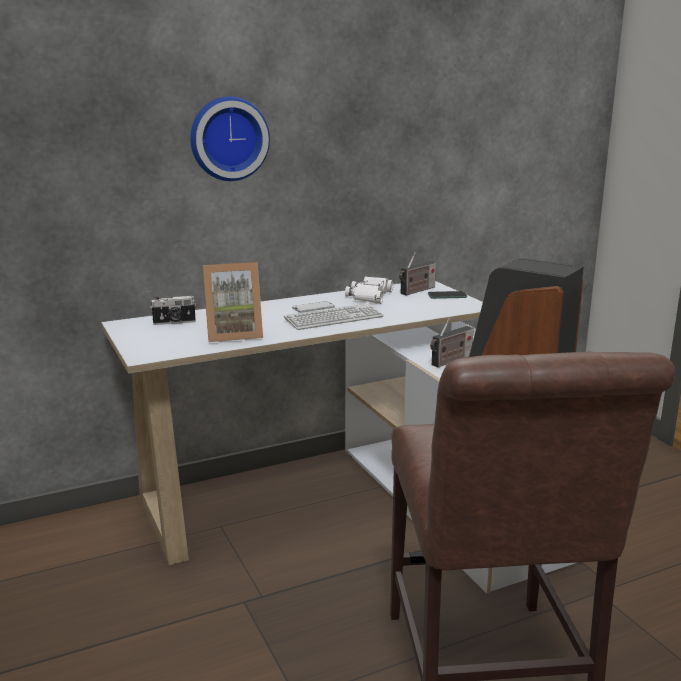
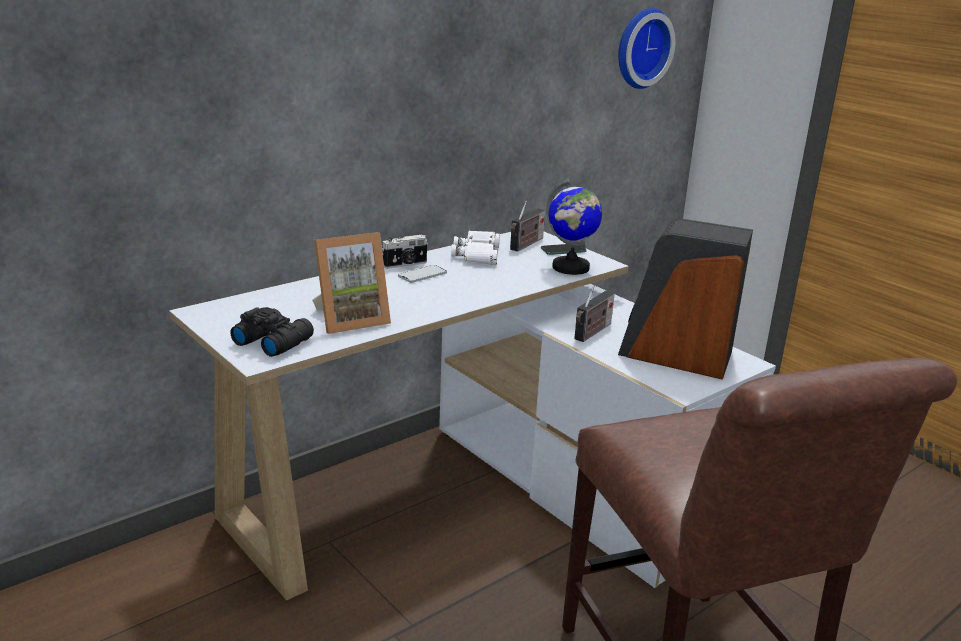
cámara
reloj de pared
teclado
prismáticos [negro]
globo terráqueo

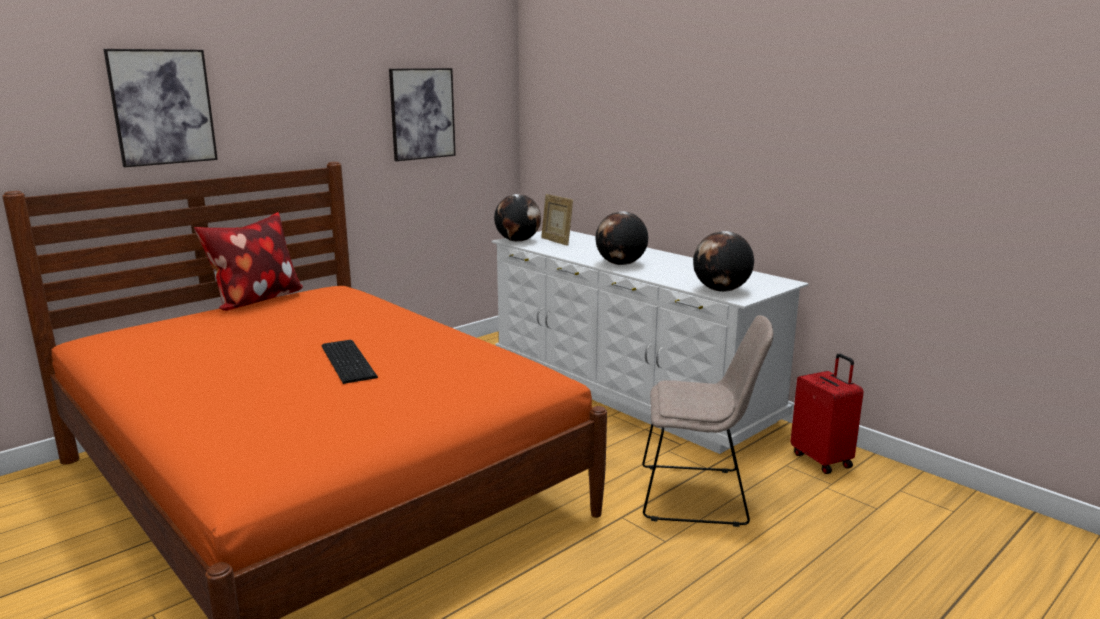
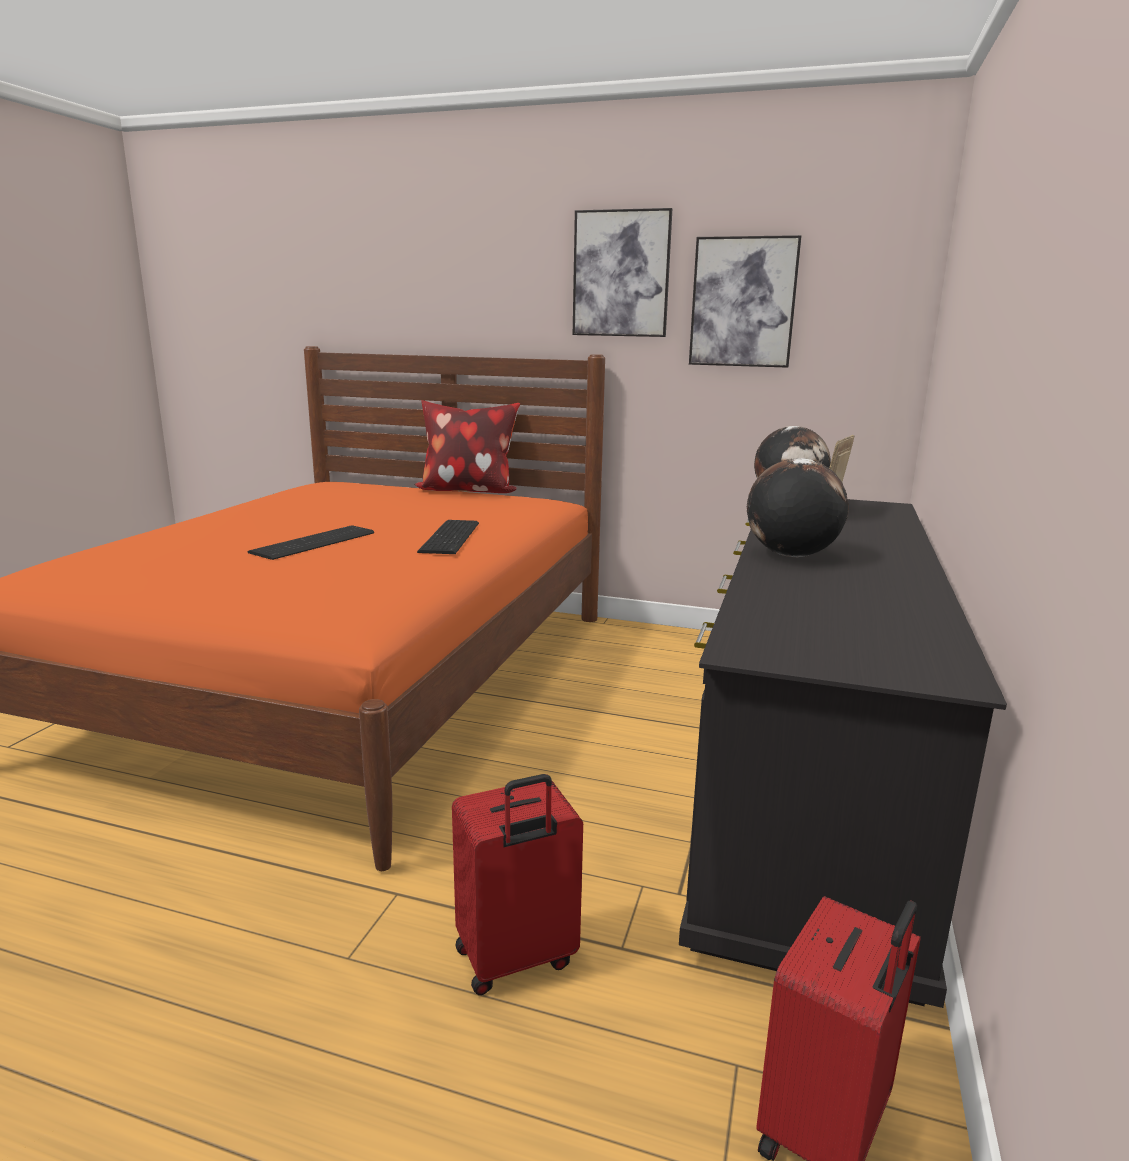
cuadro (no. 1 from left)
cómoda [negro]
maleta [rojo] (no. 1 from left)
globo terráqueo (no. 3 from left in the first image)
teclado (no. 2 from left)

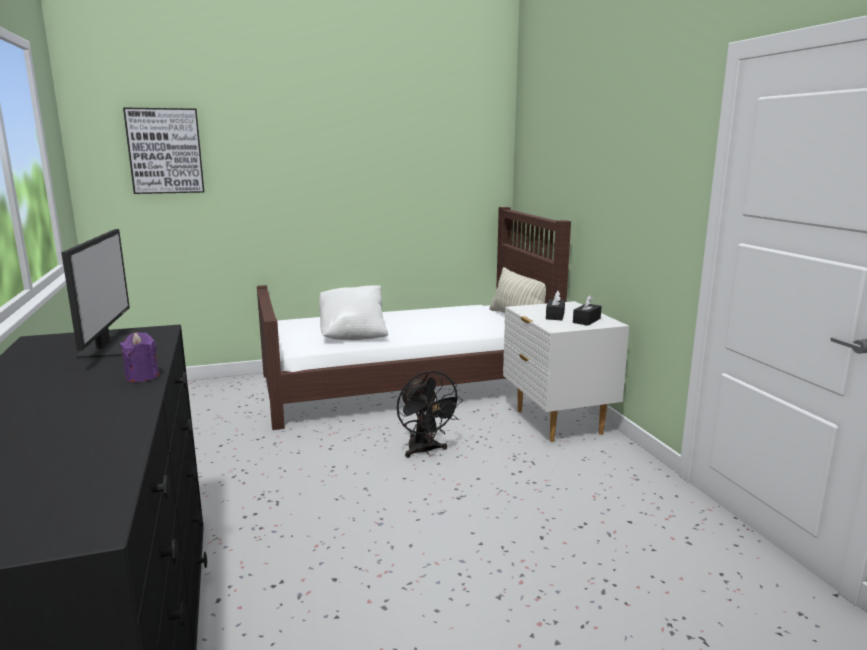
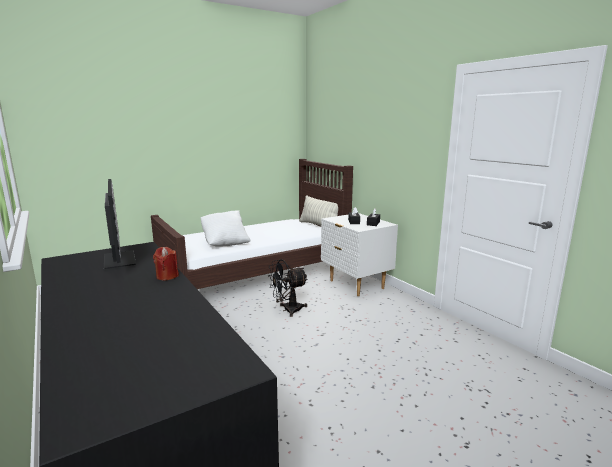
vela [rojo]
cuadro
ventilador [negro]

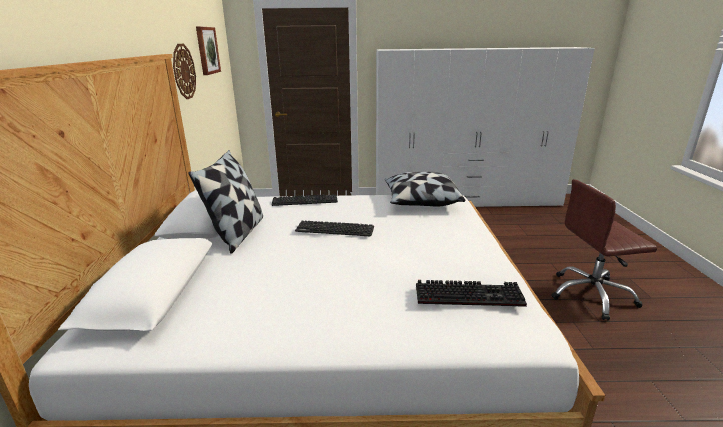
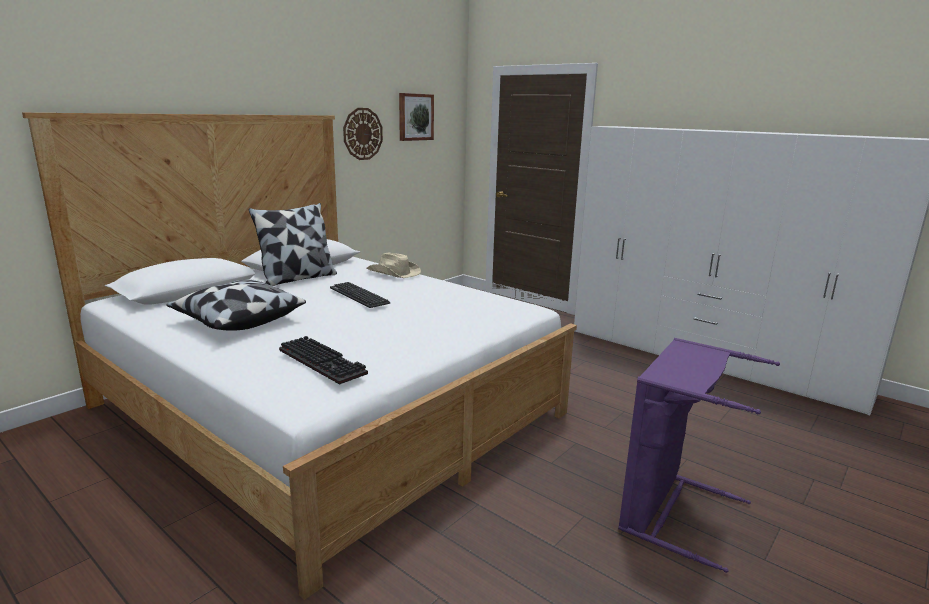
sombrero [beis]
cojín (no. 1 from left)
cesto de la ropa [morado]

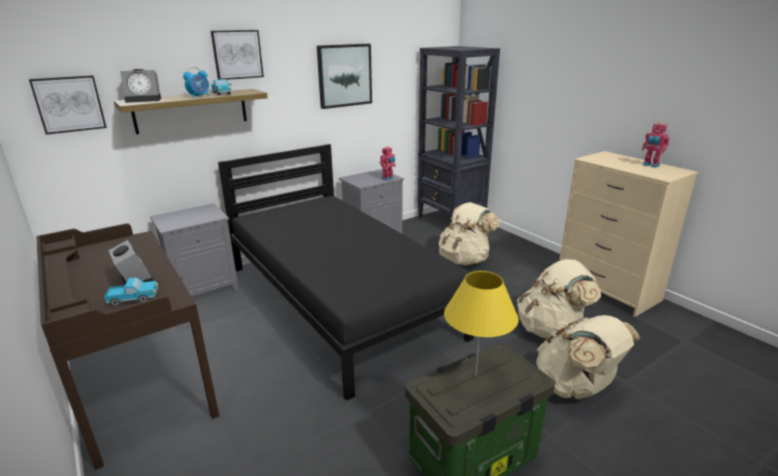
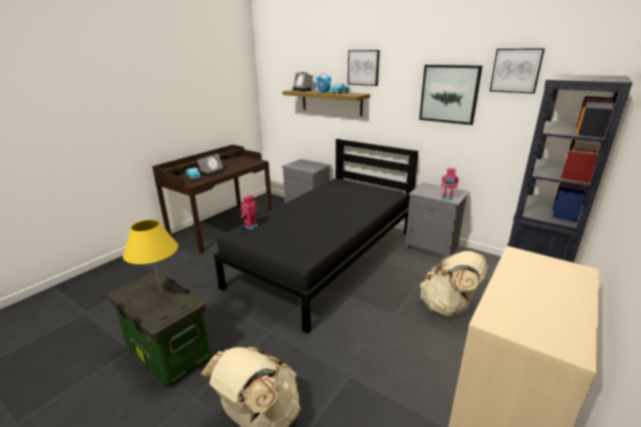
cuadro (no. 3 from left)
mochila [beis] (no. 2 from left in the first image)
robot de juguete (no. 1 from left)

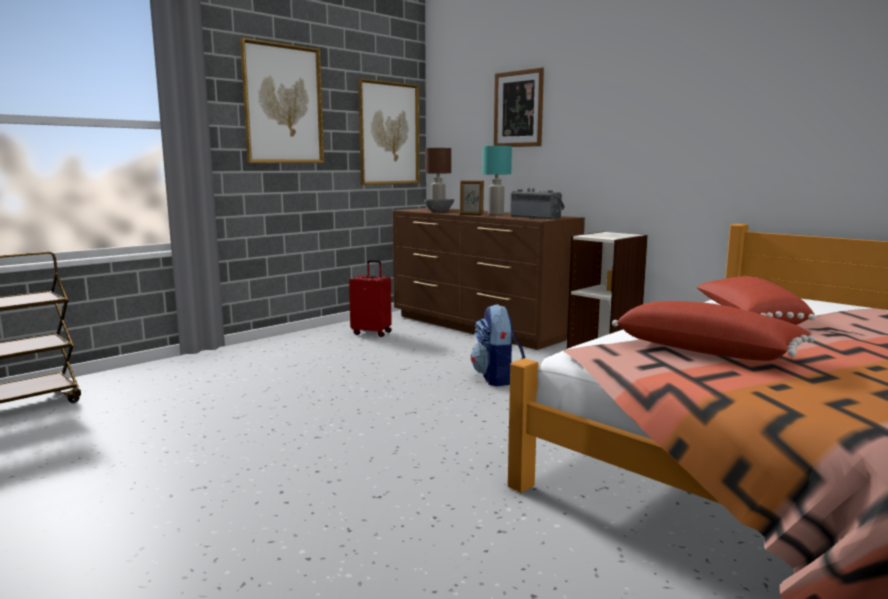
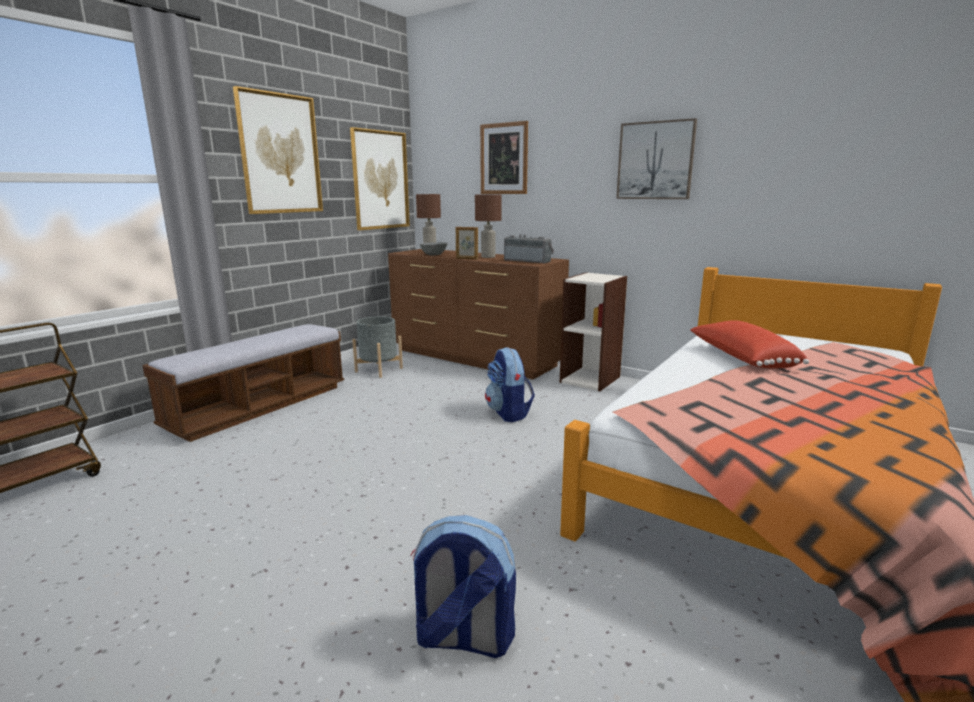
maceta [gris]
lámpara de mesa [marrón] (no. 2 from left)
cojín [rojo] (no. 1 from left in the first image)
banco
mochila (no. 1 from left)
cuadro (no. 4 from left)

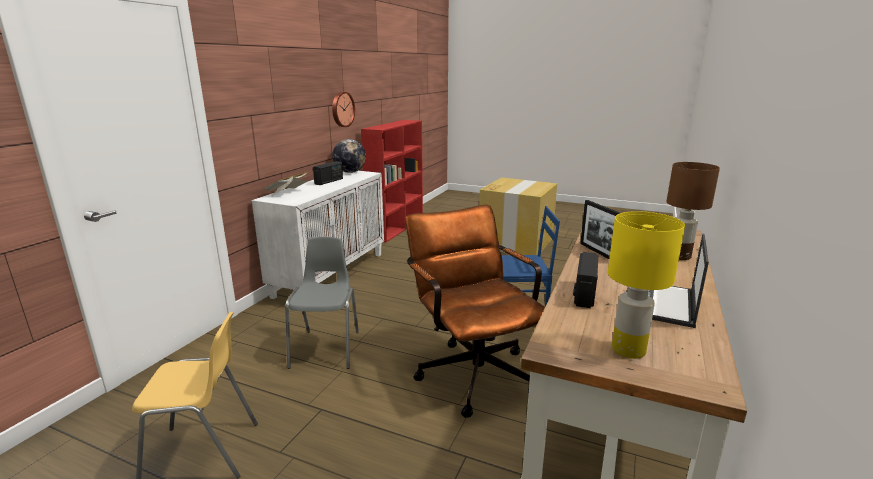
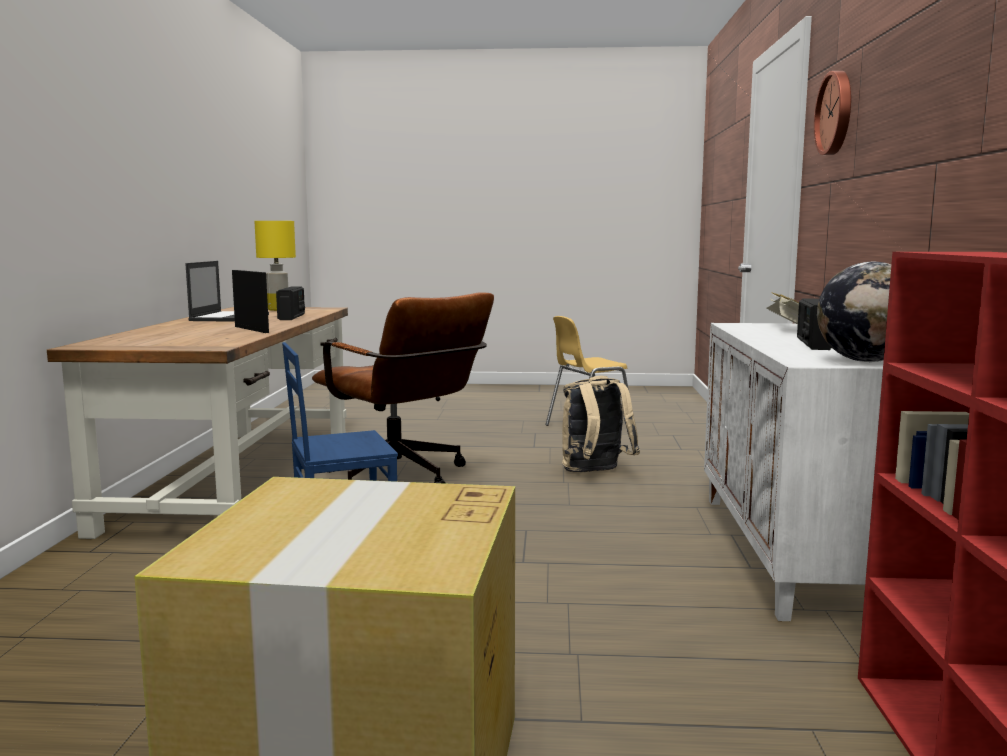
mochila [beis]
reloj de pared
lámpara de mesa [marrón]

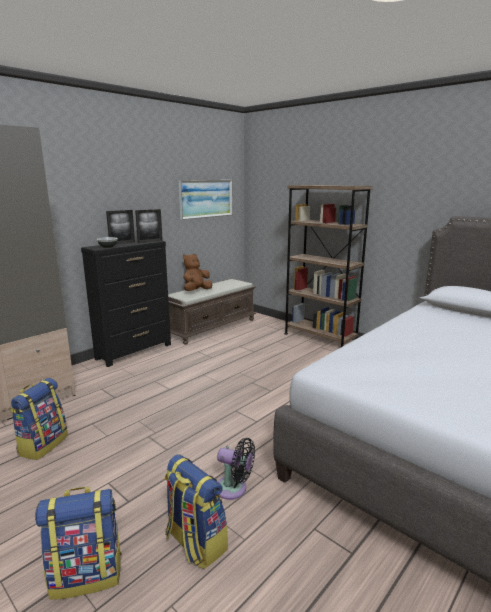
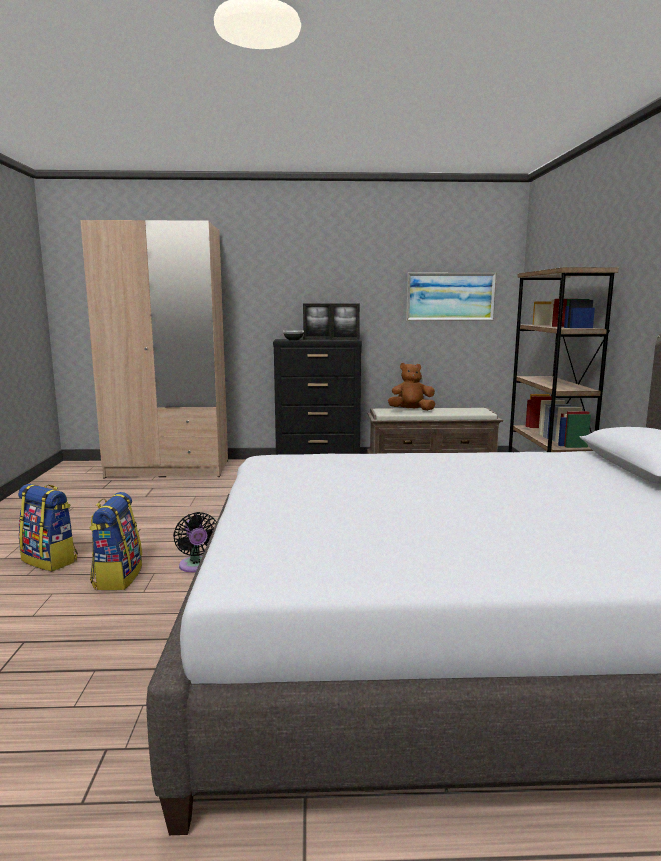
mochila (no. 1 from left in the first image)

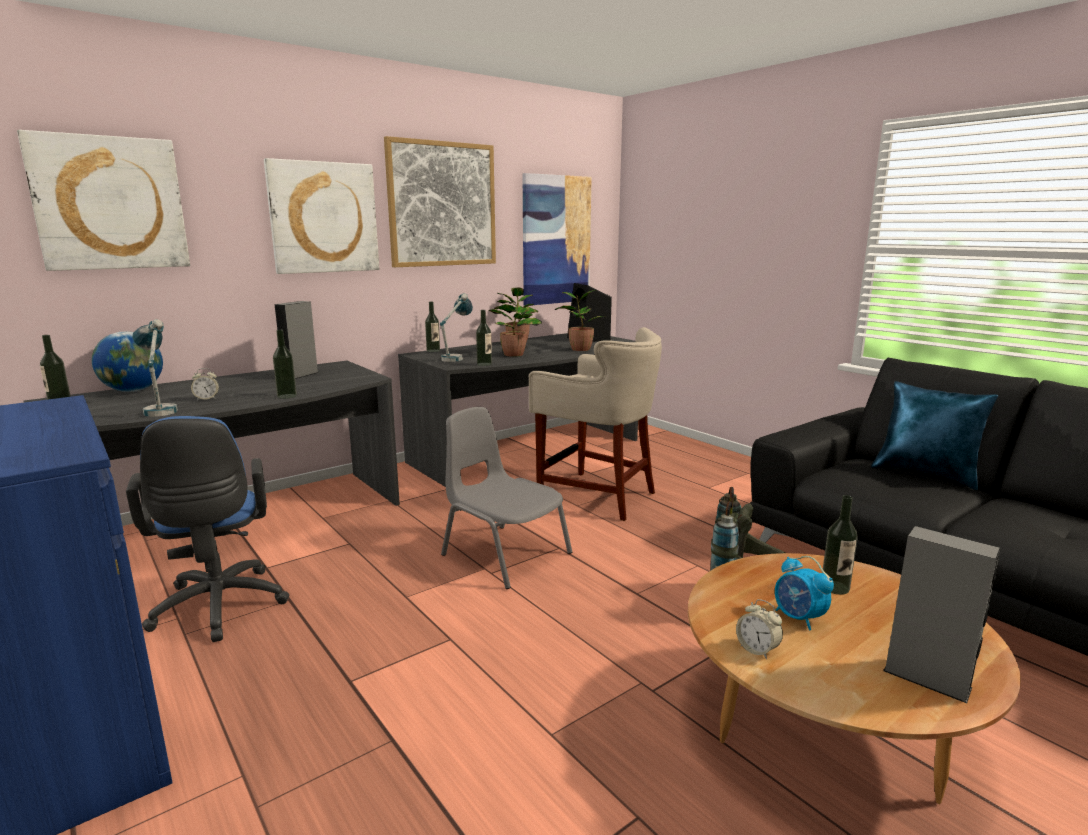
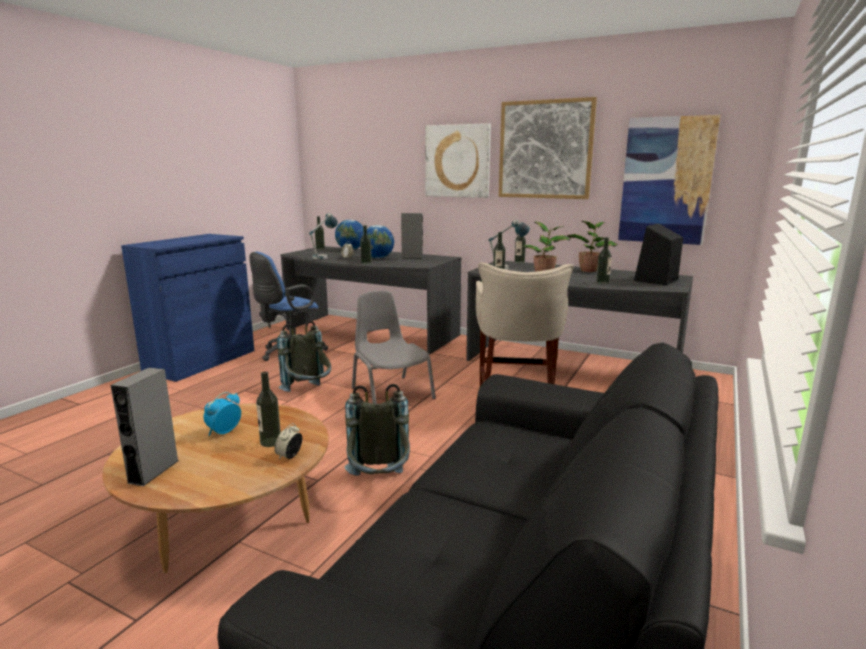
cuadro (no. 1 from left in the first image)
silla [gris]
botella (no. 6 from left)
despertador (no. 2 from left)
cojín [azul]
mochila [gris] (no. 1 from left)
globo terráqueo (no. 2 from left)

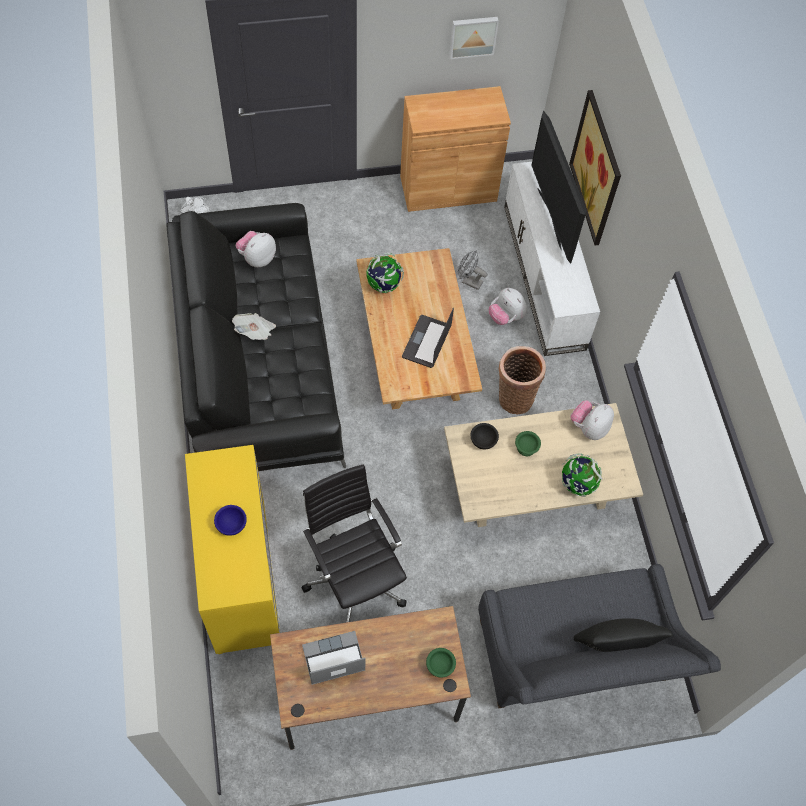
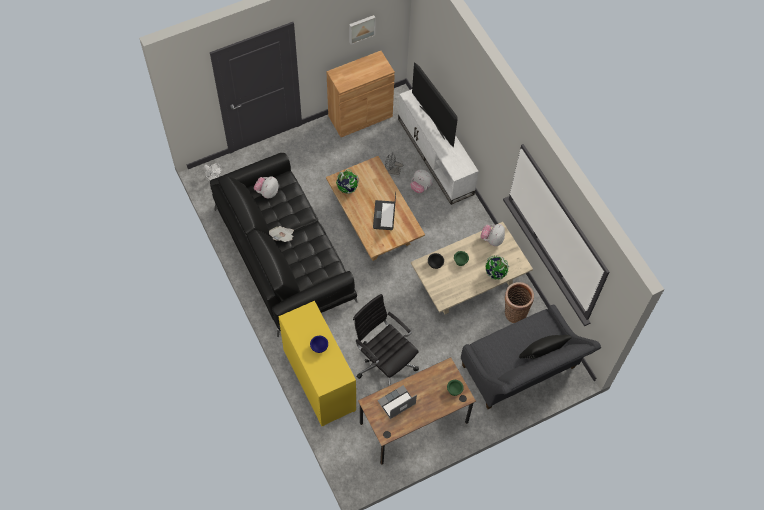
cesta
cuadro (no. 2 from left in the first image)

